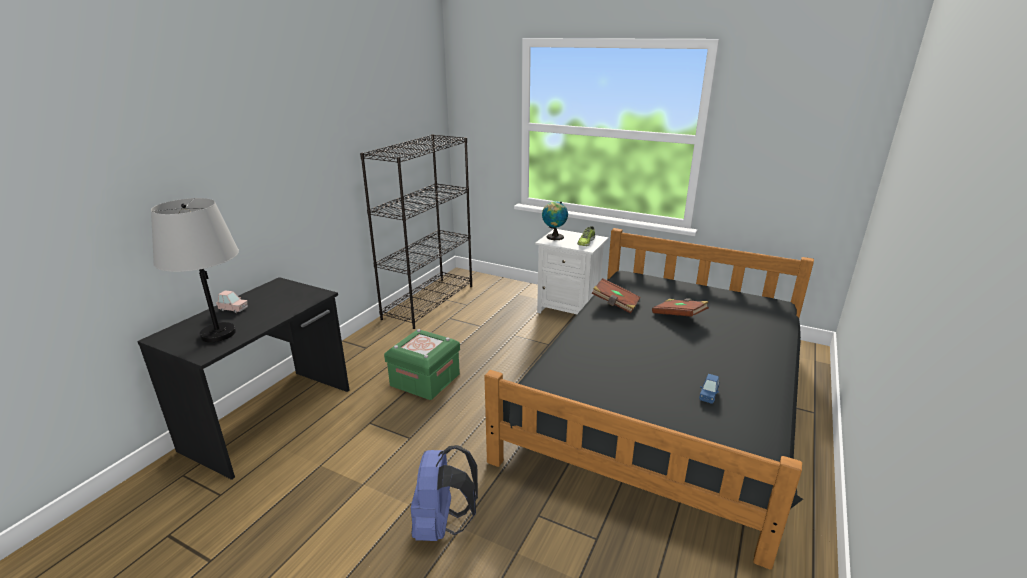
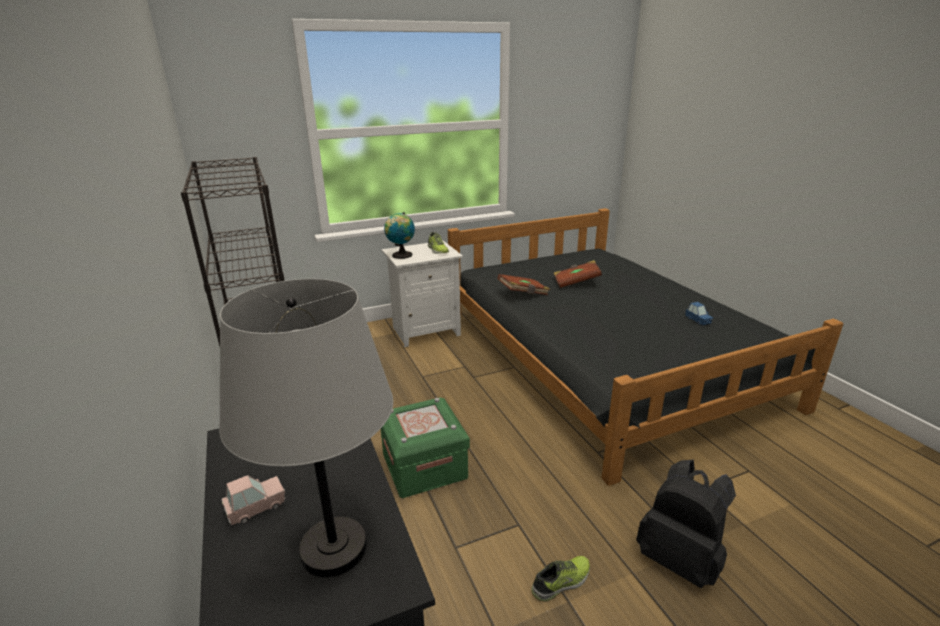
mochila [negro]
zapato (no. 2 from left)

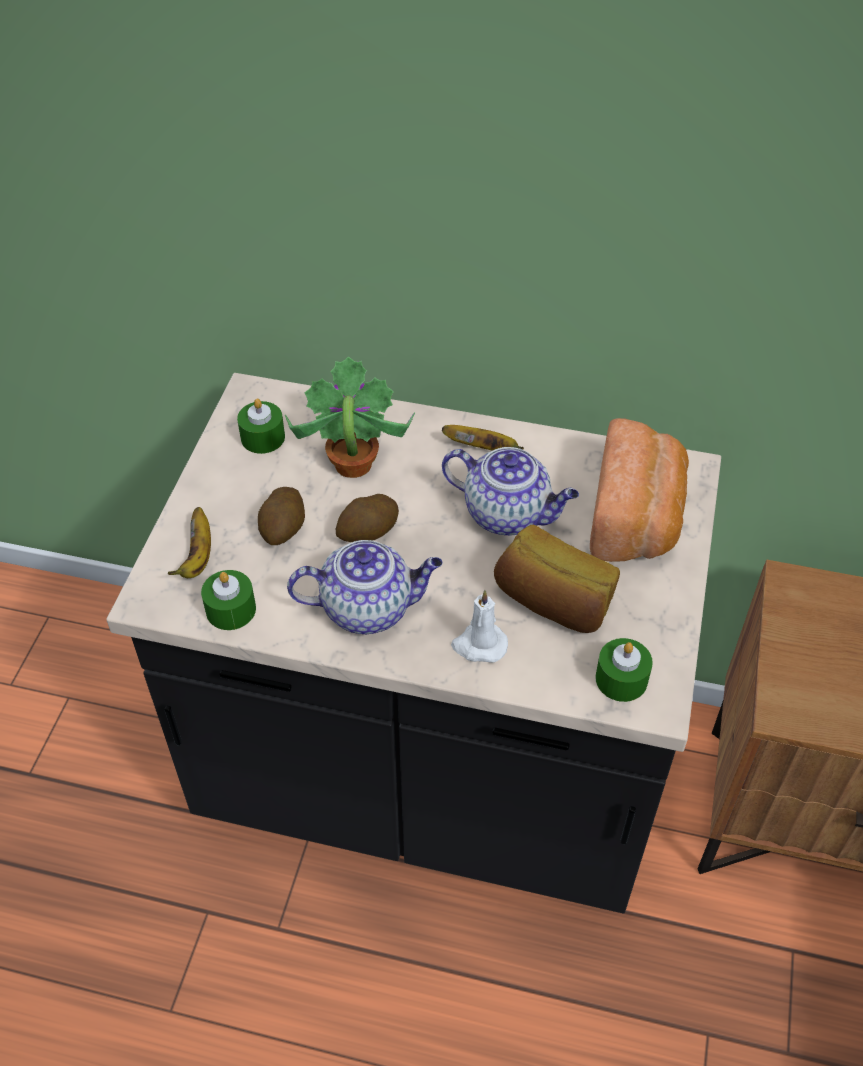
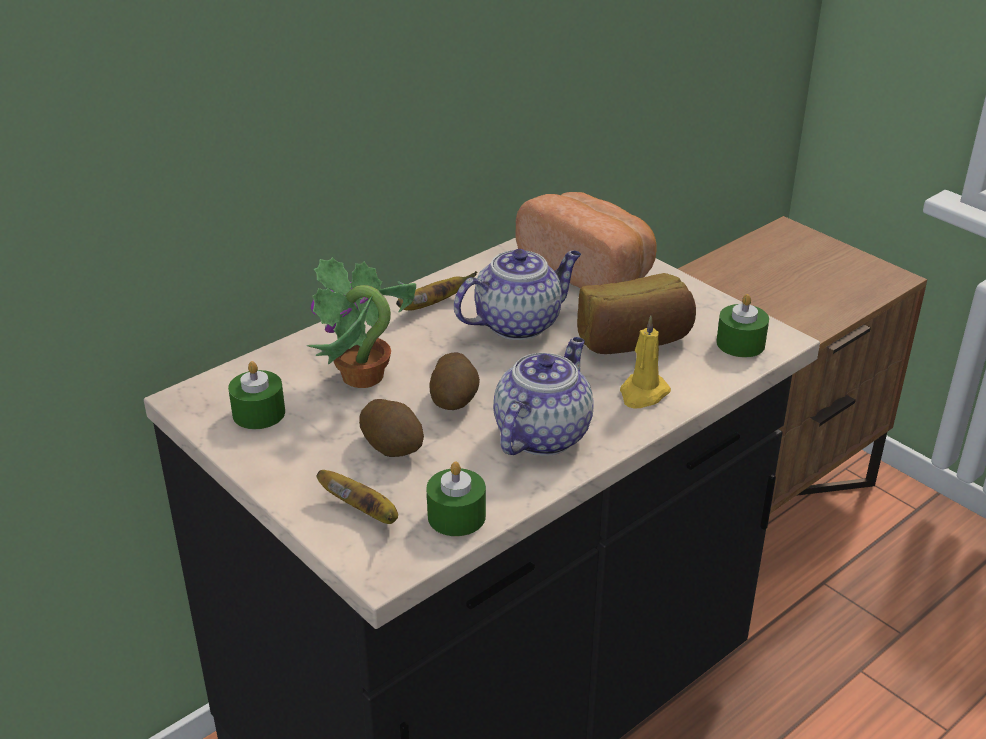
vela [amarillo]

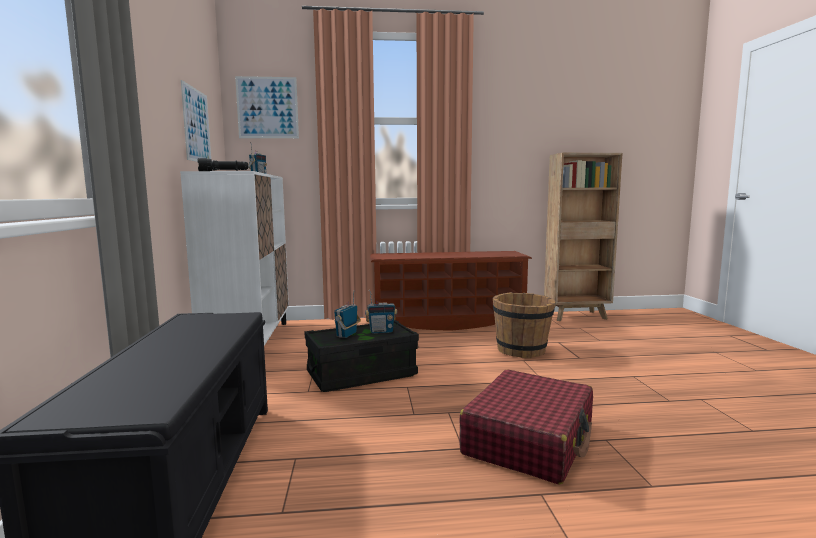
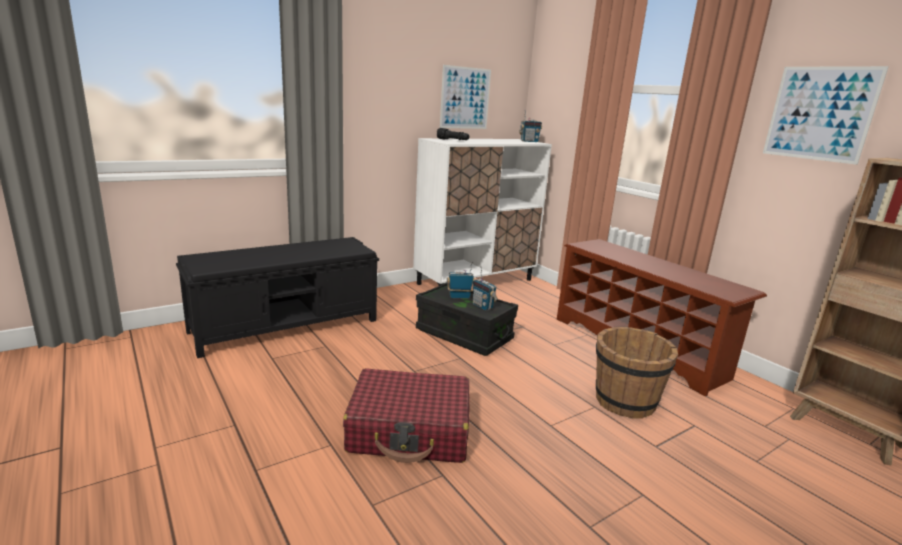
cuadro (no. 2 from left)

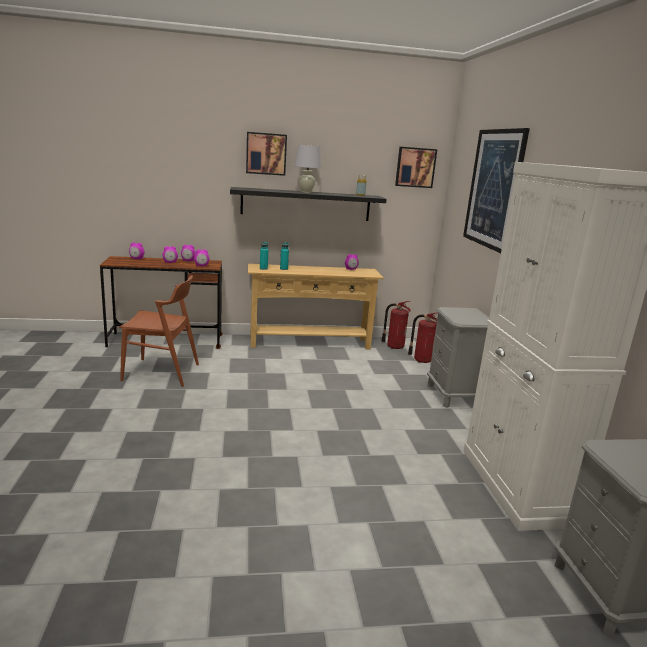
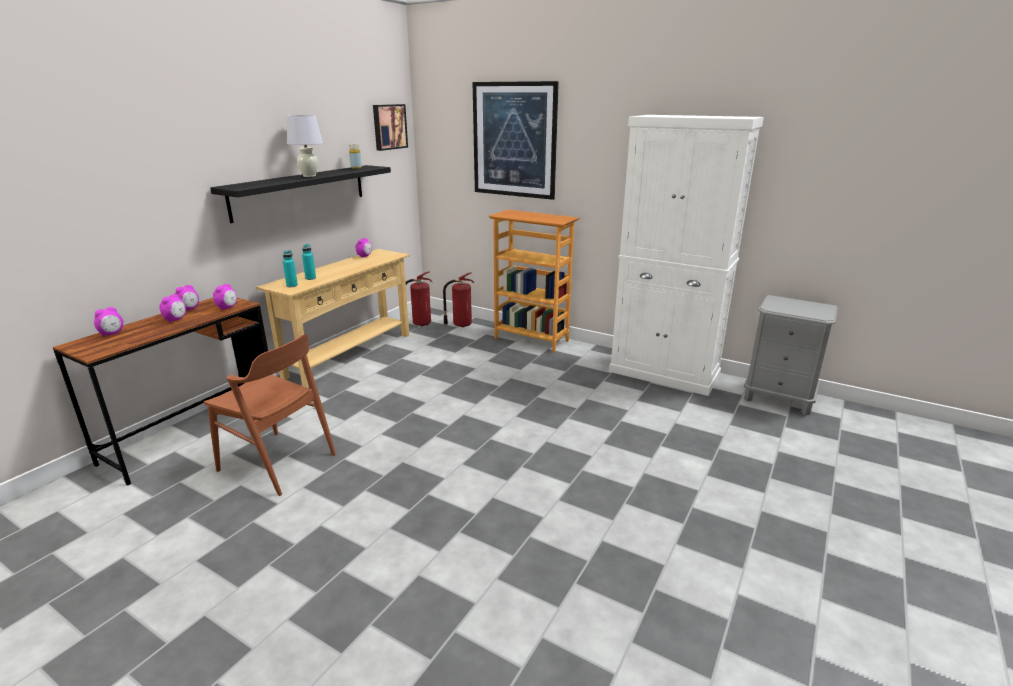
silla [marrón]
cuadro (no. 1 from left in the first image)
estantería

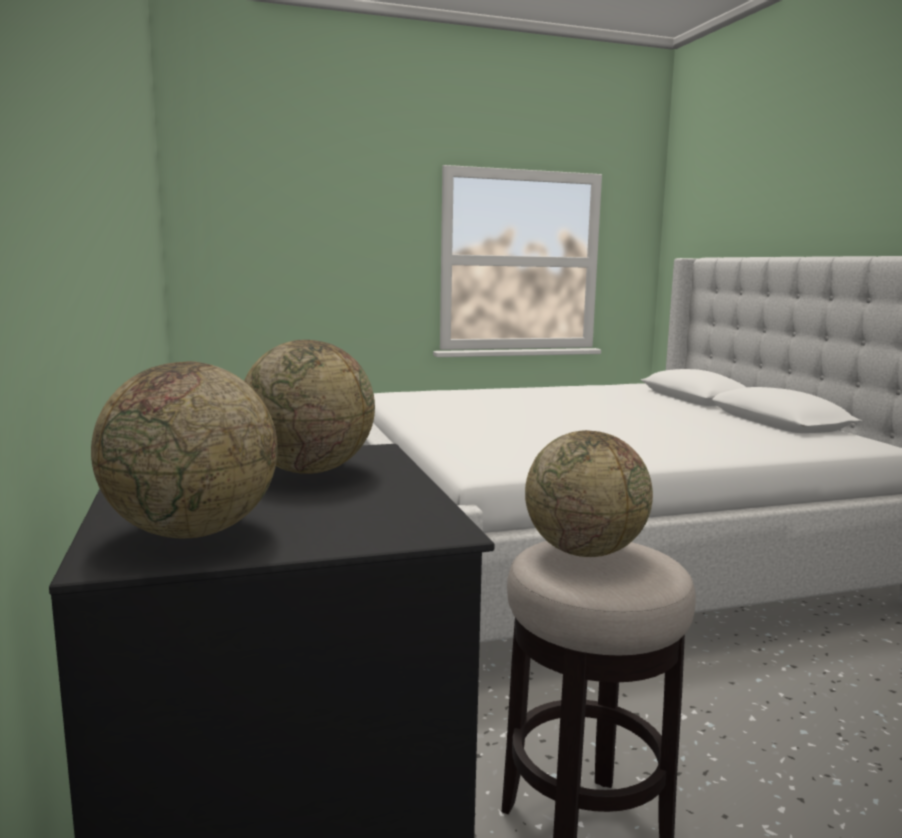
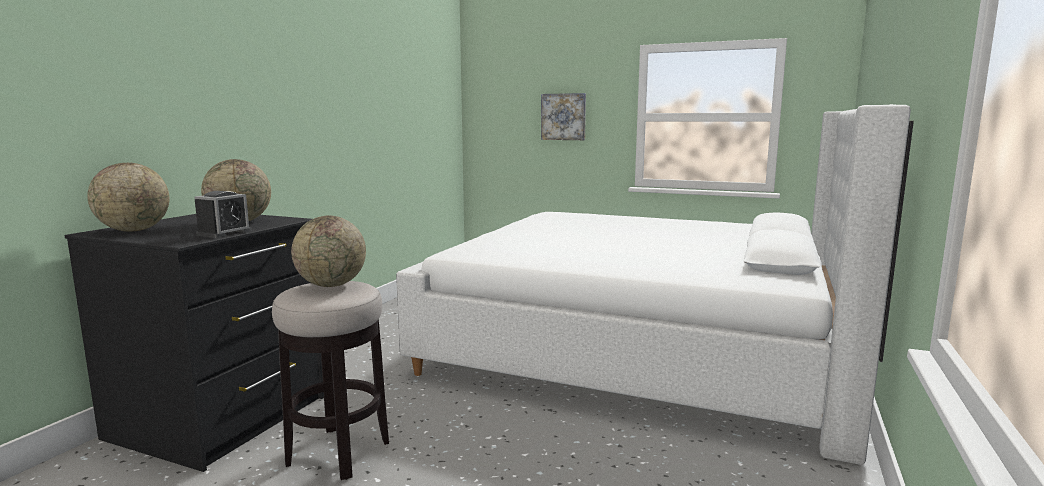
despertador
cuadro

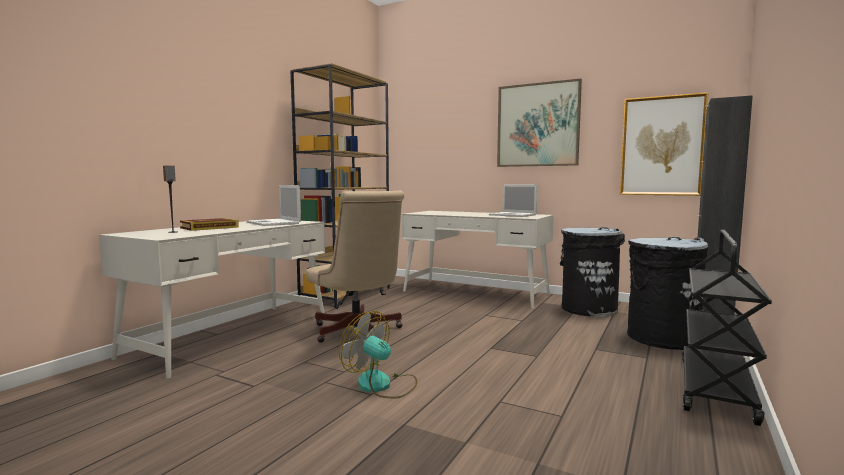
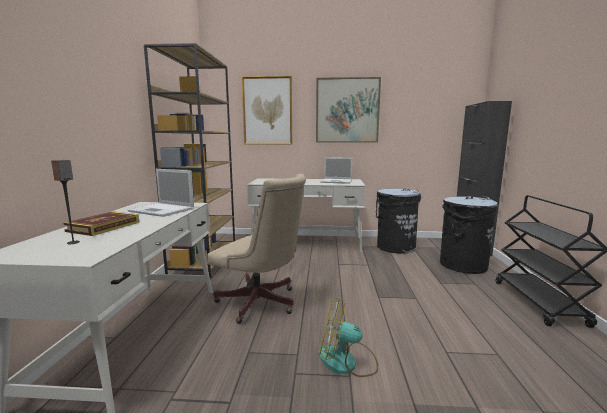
cuadro (no. 1 from left)

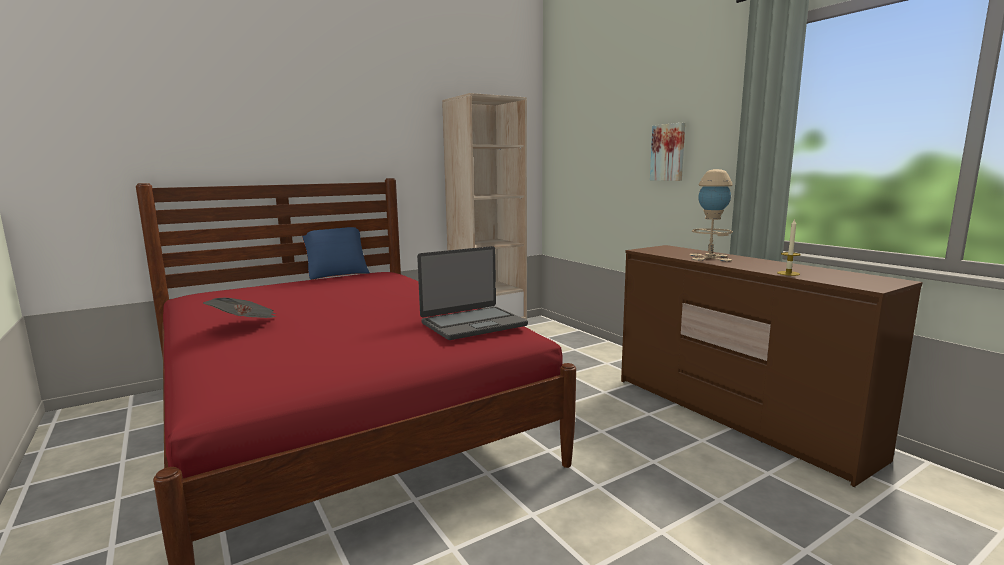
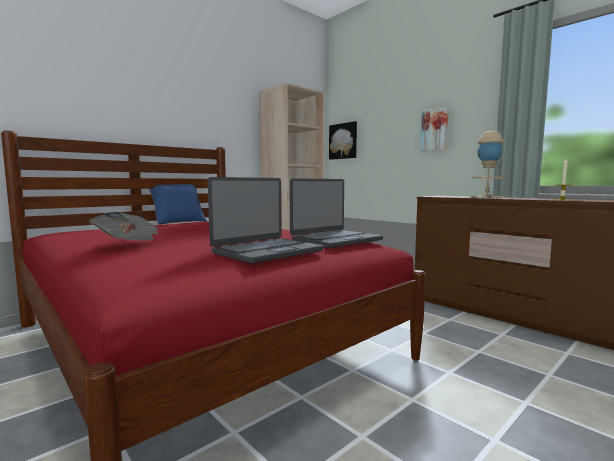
portátil (no. 1 from left)
cuadro (no. 1 from left)

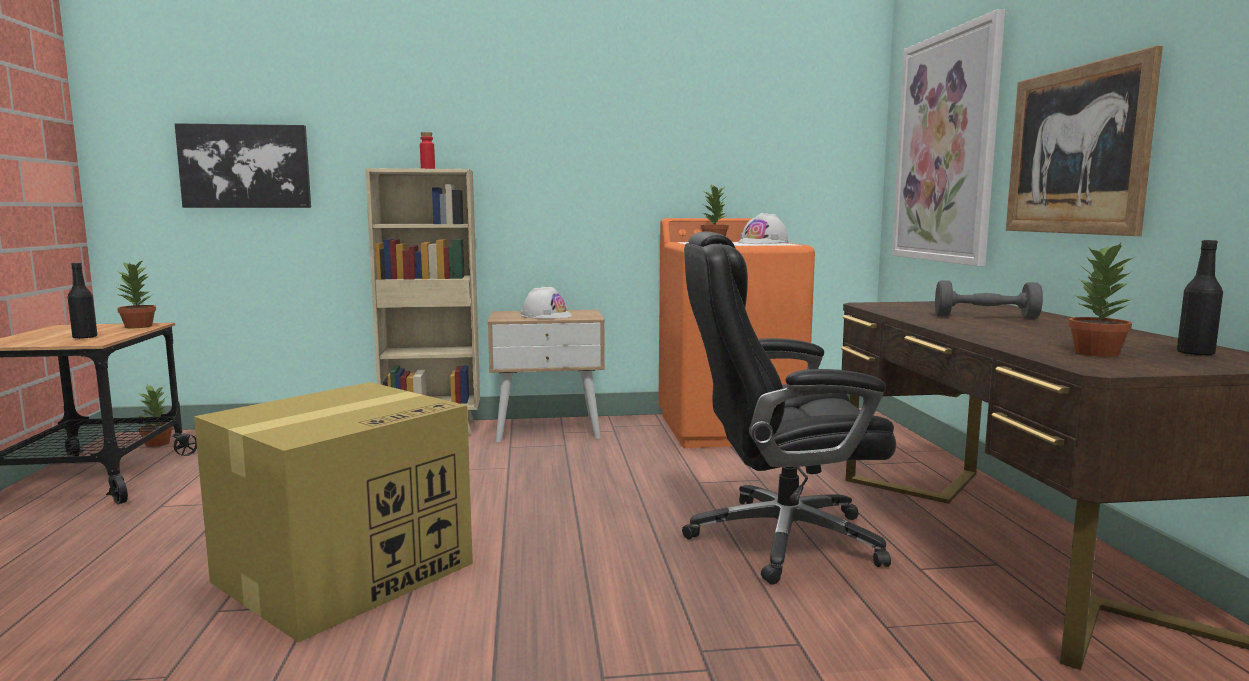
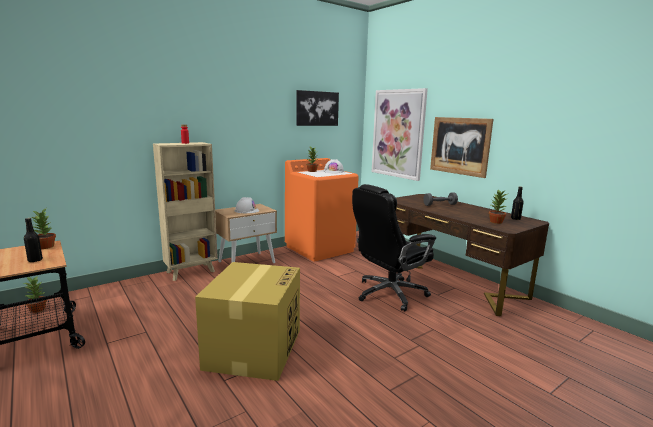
cuadro (no. 1 from left)

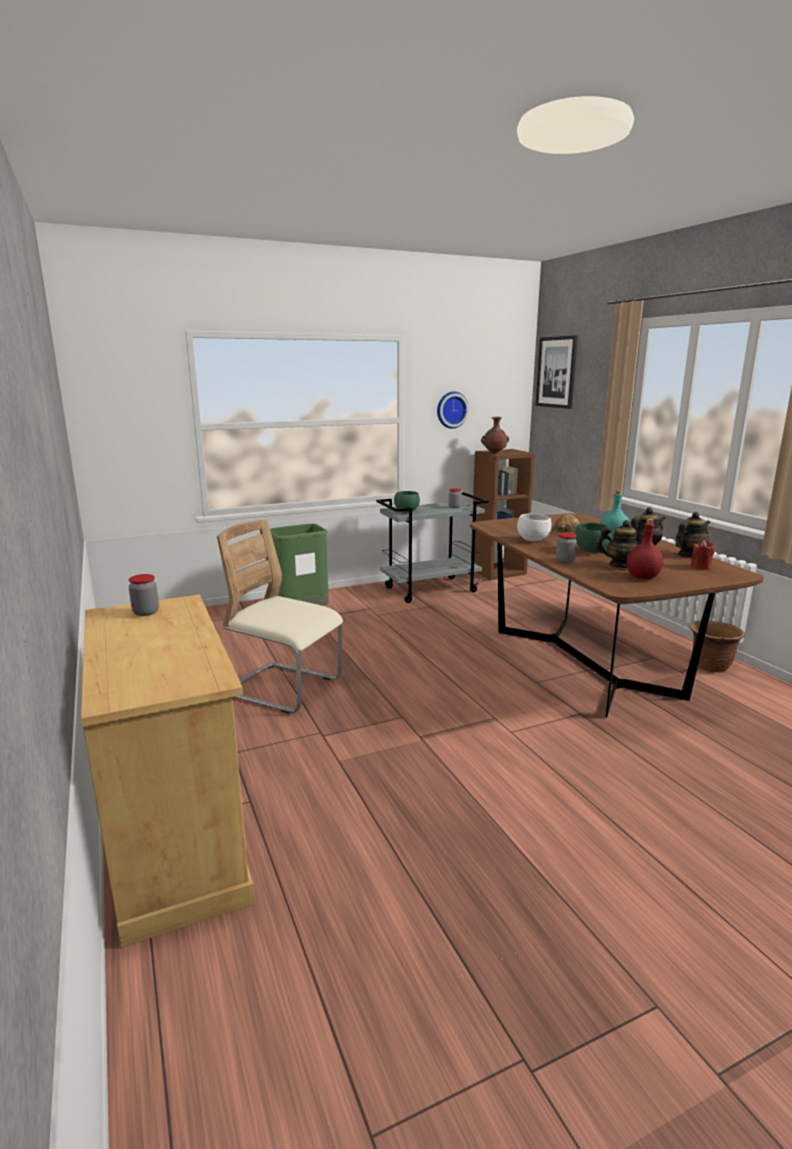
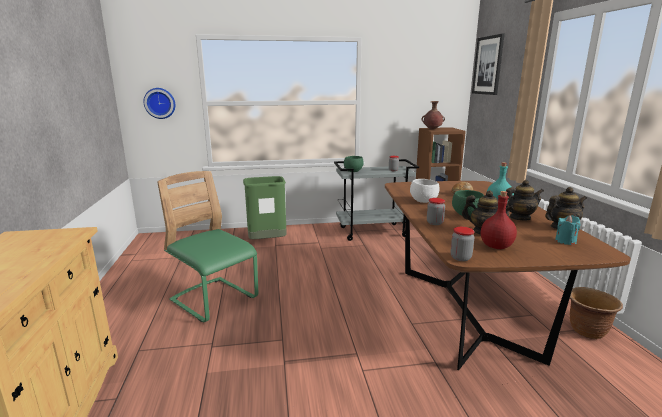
tarro (no. 3 from left)
silla [verde]
reloj de pared
vela [turquesa]

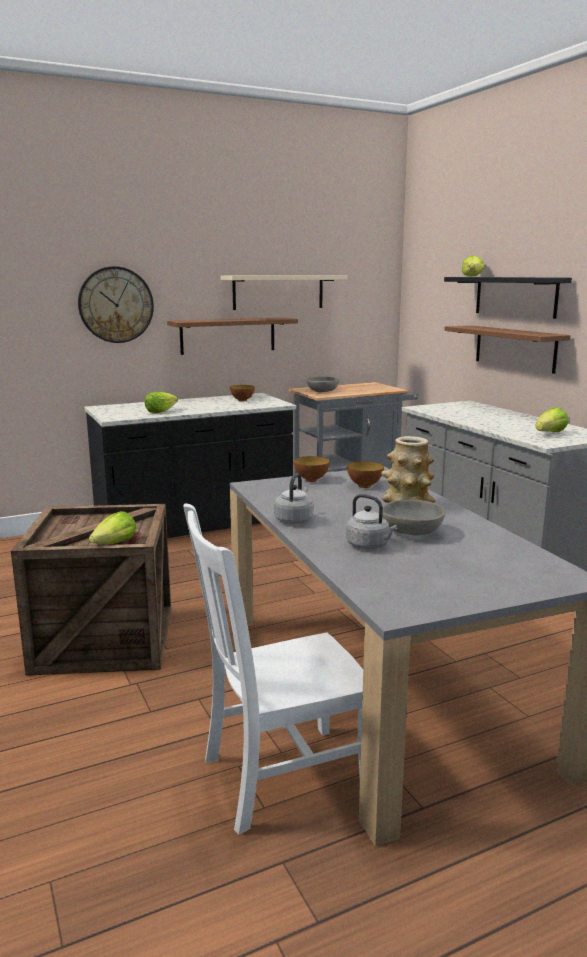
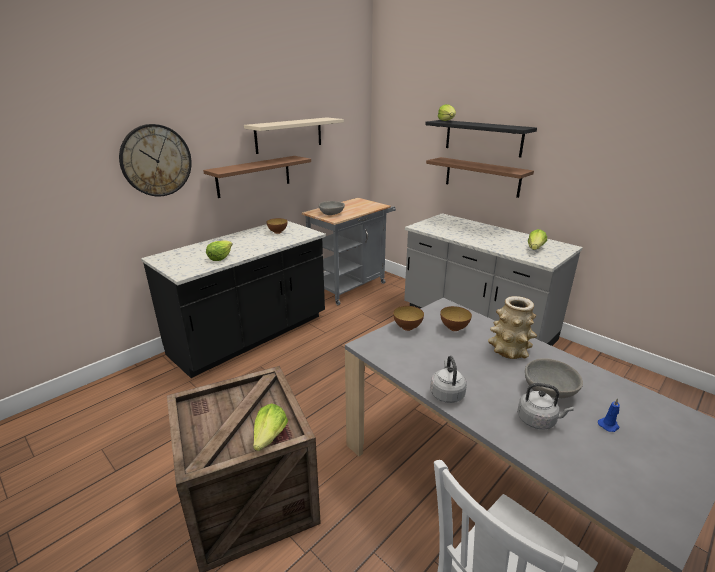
vela [azul]

